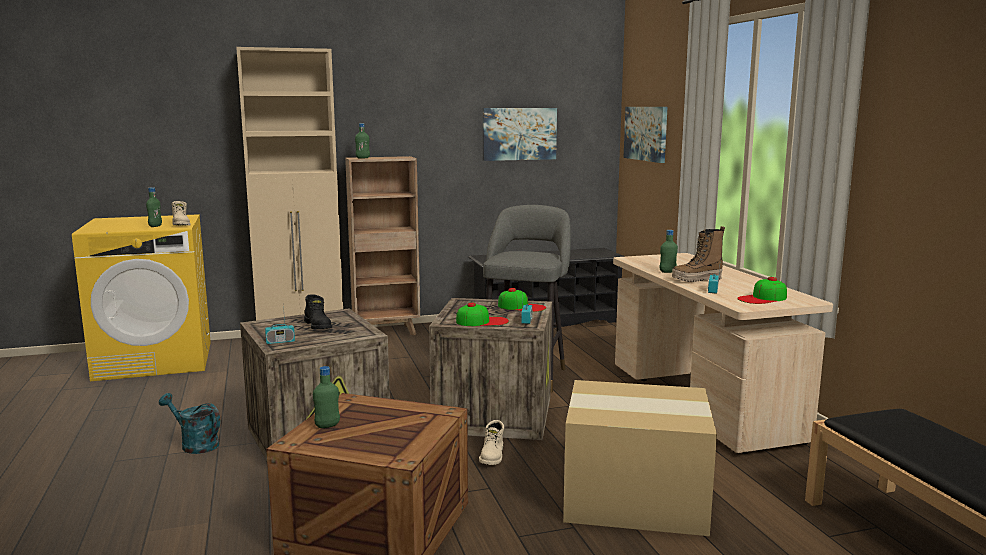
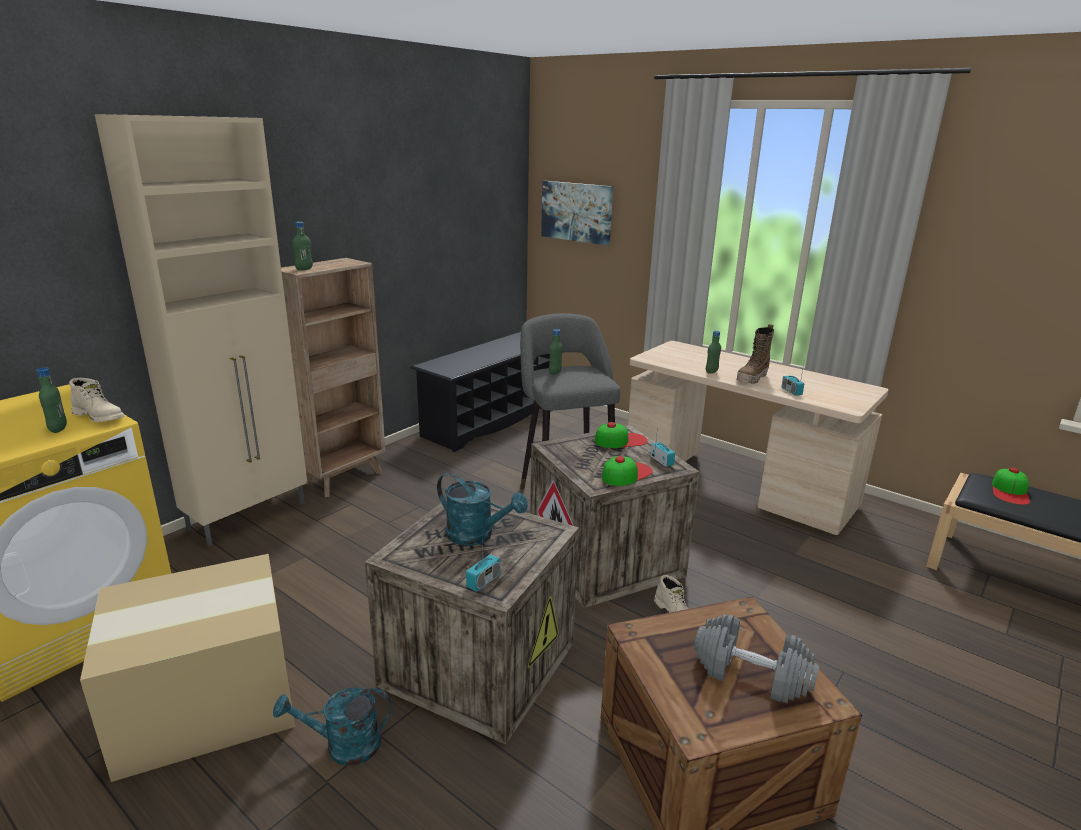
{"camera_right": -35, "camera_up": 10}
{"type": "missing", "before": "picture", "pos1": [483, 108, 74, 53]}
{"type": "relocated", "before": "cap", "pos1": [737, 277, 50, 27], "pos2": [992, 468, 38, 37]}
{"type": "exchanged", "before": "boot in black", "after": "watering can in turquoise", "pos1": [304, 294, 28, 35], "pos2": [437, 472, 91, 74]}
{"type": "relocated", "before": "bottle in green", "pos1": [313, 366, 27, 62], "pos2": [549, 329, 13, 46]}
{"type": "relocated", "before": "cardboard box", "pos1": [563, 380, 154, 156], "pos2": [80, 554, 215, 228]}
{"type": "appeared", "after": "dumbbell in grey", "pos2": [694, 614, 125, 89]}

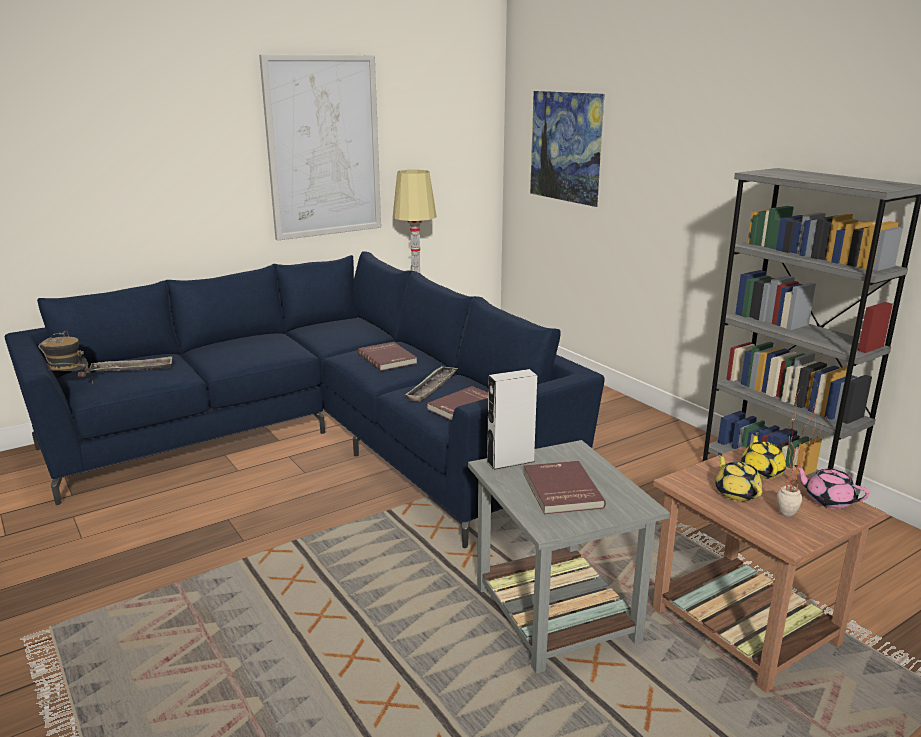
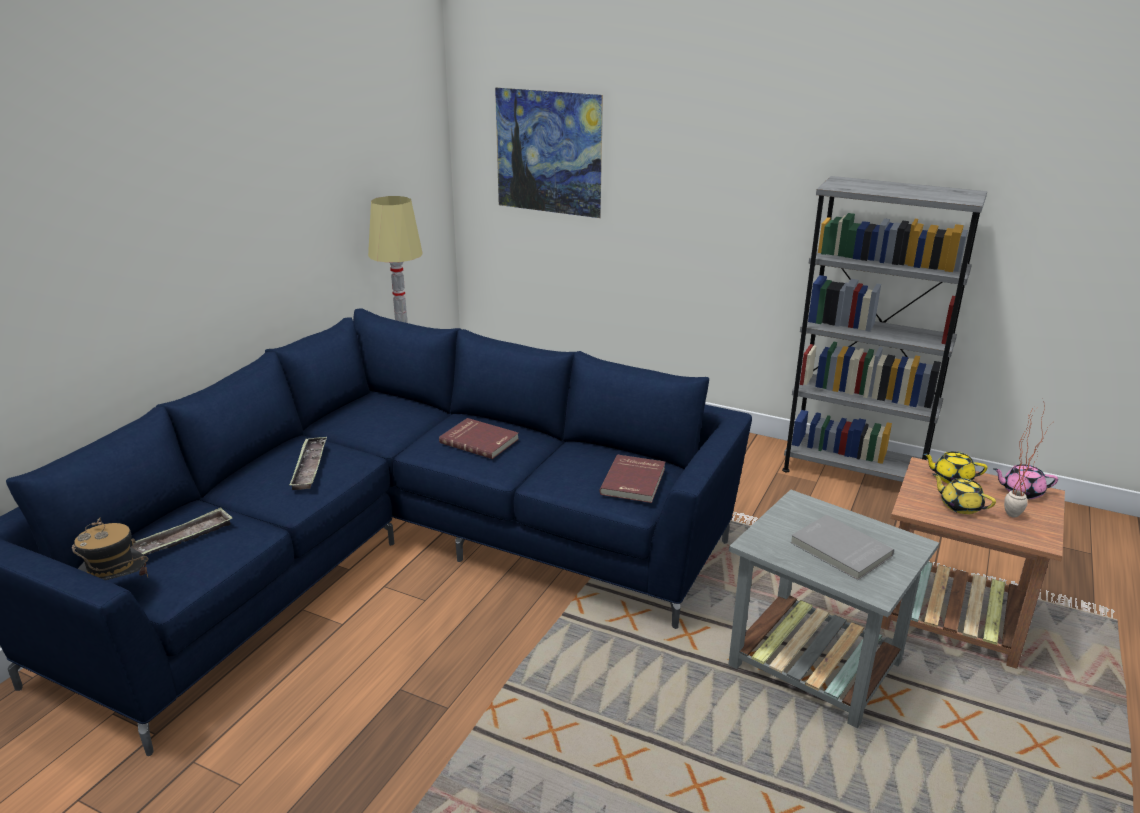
{"camera_right": -30, "camera_up": 5}
{"type": "missing", "before": "picture", "pos1": [259, 55, 122, 185]}
{"type": "relocated", "before": "tray", "pos1": [405, 366, 53, 36], "pos2": [289, 437, 38, 53]}
{"type": "missing", "before": "speaker in grey", "pos1": [486, 369, 51, 101]}
{"type": "spun", "before": "teapot in yellow", "pos1": [741, 433, 45, 46], "pos2": [923, 452, 64, 32], "turn": -45}
{"type": "colour", "before": "book in red", "after": "book in grey", "pos1": [523, 461, 83, 54], "pos2": [790, 515, 104, 65]}

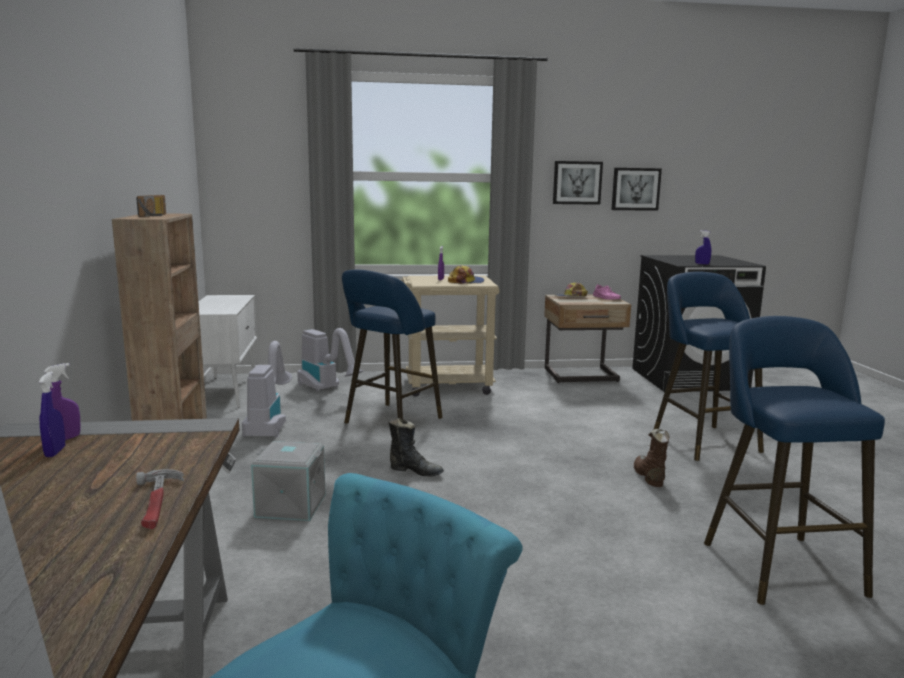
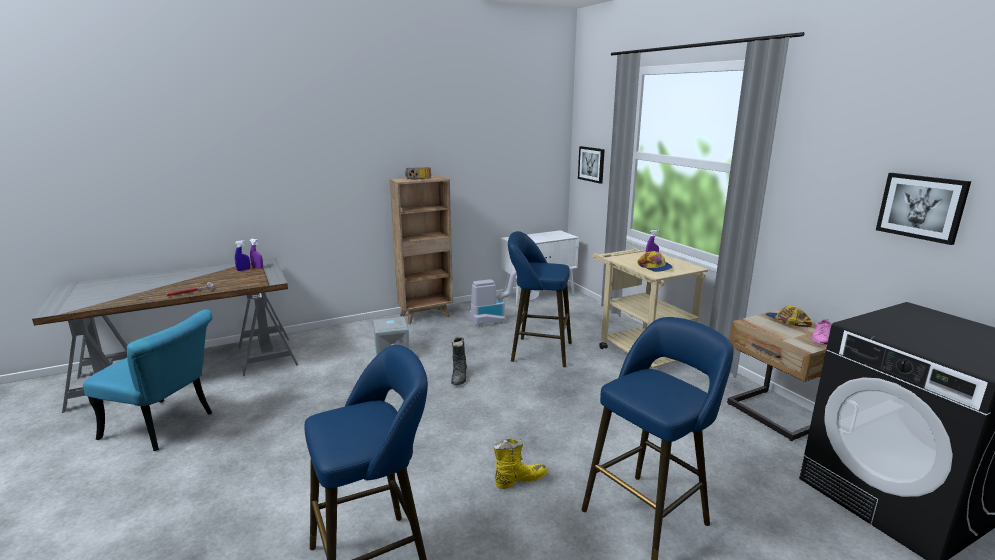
{"camera_right": 70, "camera_up": 5}
{"type": "relocated", "before": "picture", "pos1": [553, 161, 50, 44], "pos2": [578, 146, 27, 38]}
{"type": "missing", "before": "spray bottle in blue", "pos1": [695, 230, 16, 35]}
{"type": "missing", "before": "vacuum cleaner", "pos1": [297, 328, 66, 64]}
{"type": "colour", "before": "boot in brown", "after": "boot in yellow", "pos1": [634, 429, 35, 58], "pos2": [493, 439, 55, 50]}

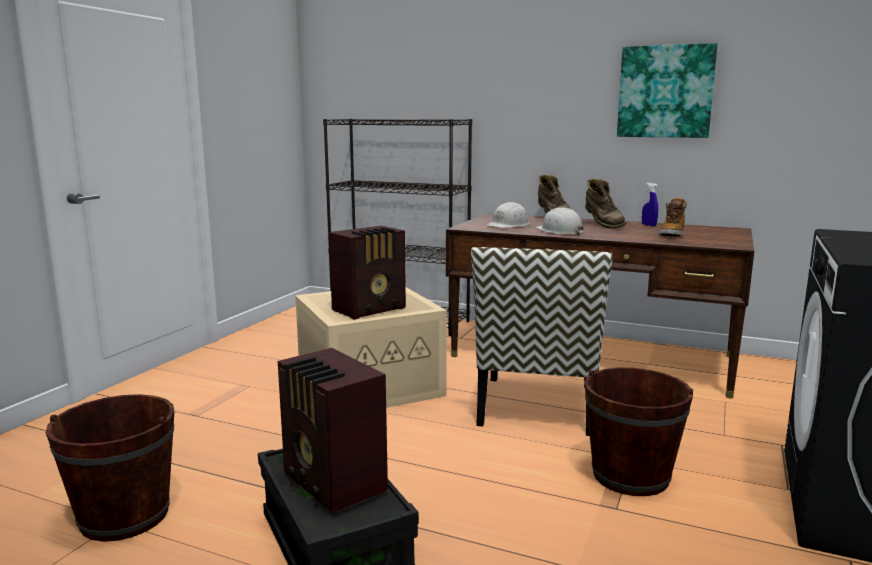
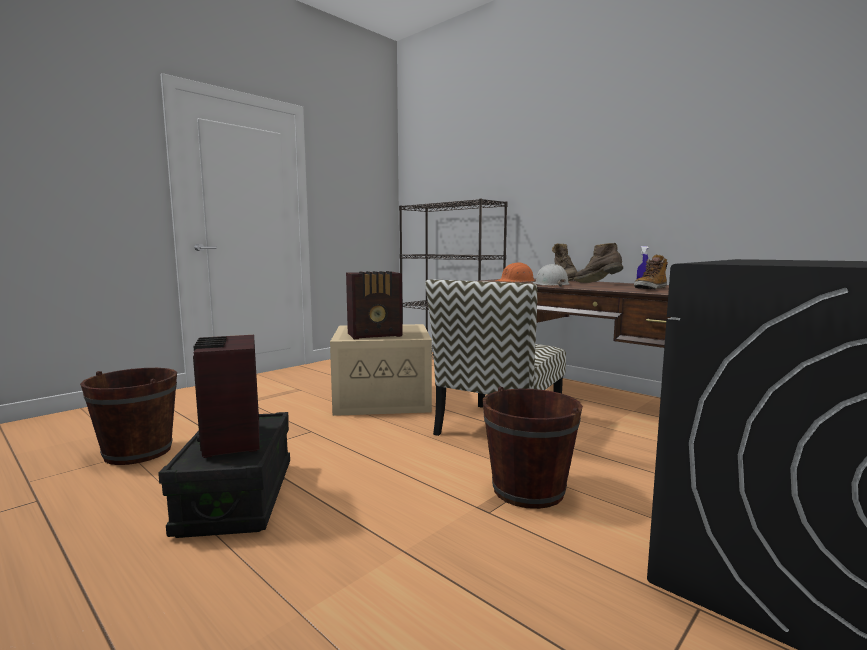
{"camera_right": 20, "camera_up": -5}
{"type": "missing", "before": "picture", "pos1": [617, 43, 101, 95]}
{"type": "spun", "before": "boot in brown", "pos1": [585, 178, 42, 51], "pos2": [574, 243, 49, 40], "turn": 135}
{"type": "colour", "before": "hard hat in white", "after": "hard hat in orange", "pos1": [487, 202, 42, 26], "pos2": [495, 263, 39, 19]}

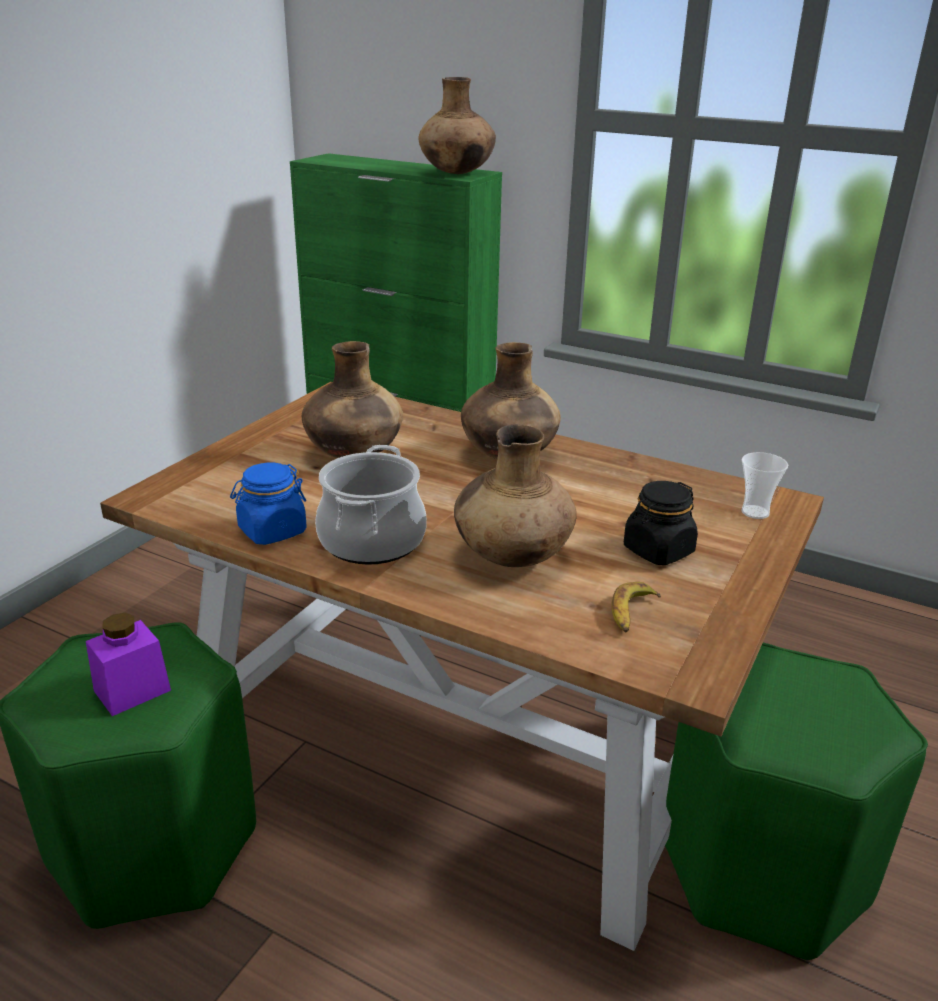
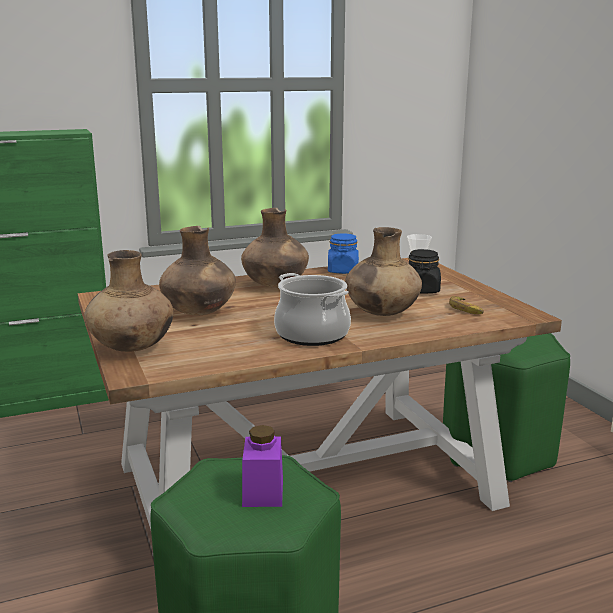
{"camera_right": -50, "camera_up": -10}
{"type": "relocated", "before": "vase in brown", "pos1": [418, 77, 78, 97], "pos2": [84, 250, 89, 102]}
{"type": "relocated", "before": "jar in blue", "pos1": [230, 463, 77, 82], "pos2": [328, 233, 31, 41]}

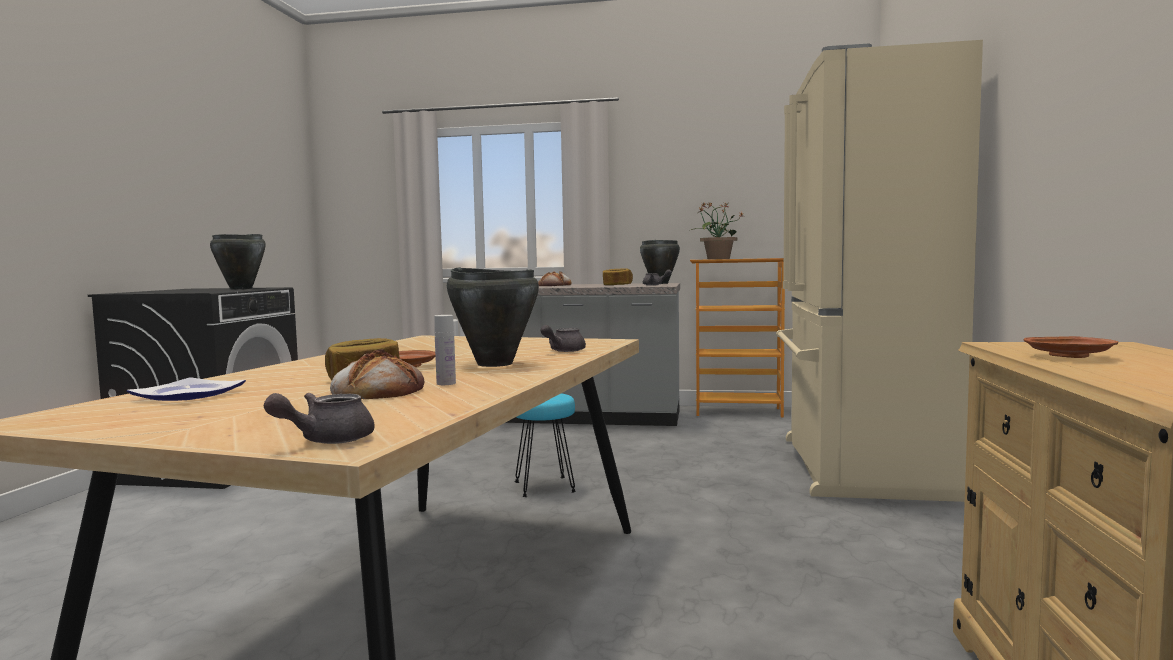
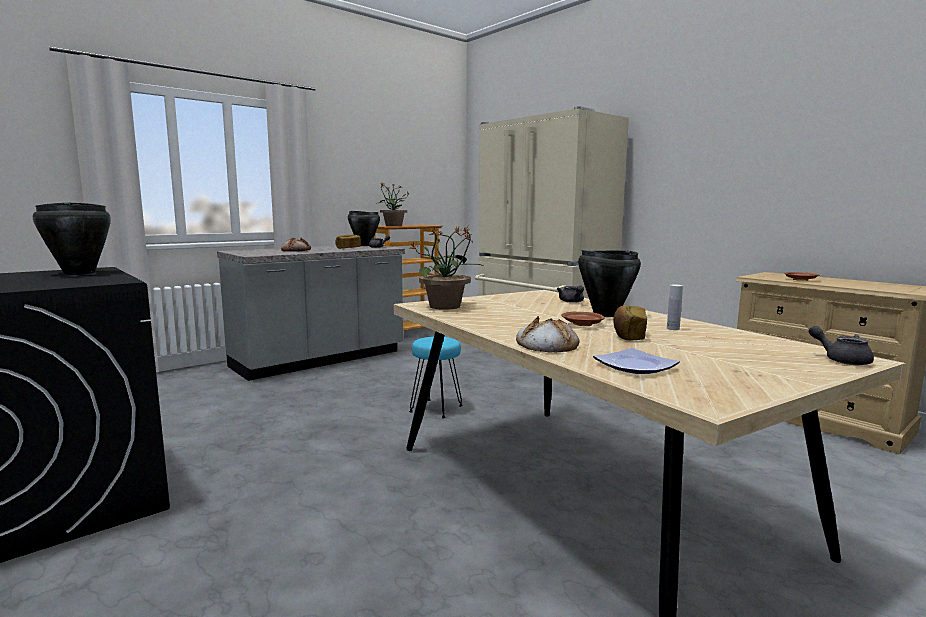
{"camera_right": -50, "camera_up": 5}
{"type": "relocated", "before": "bread", "pos1": [330, 349, 94, 50], "pos2": [516, 316, 63, 37]}
{"type": "spun", "before": "teapot in grey", "pos1": [264, 393, 111, 51], "pos2": [809, 326, 65, 39], "turn": 150}
{"type": "appeared", "after": "potted plant", "pos2": [410, 227, 75, 83]}

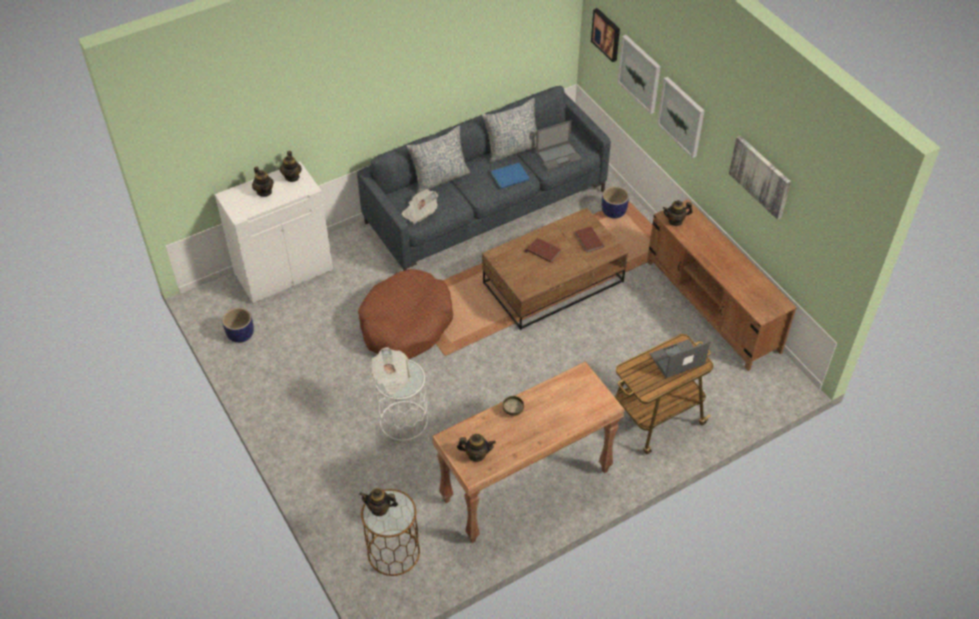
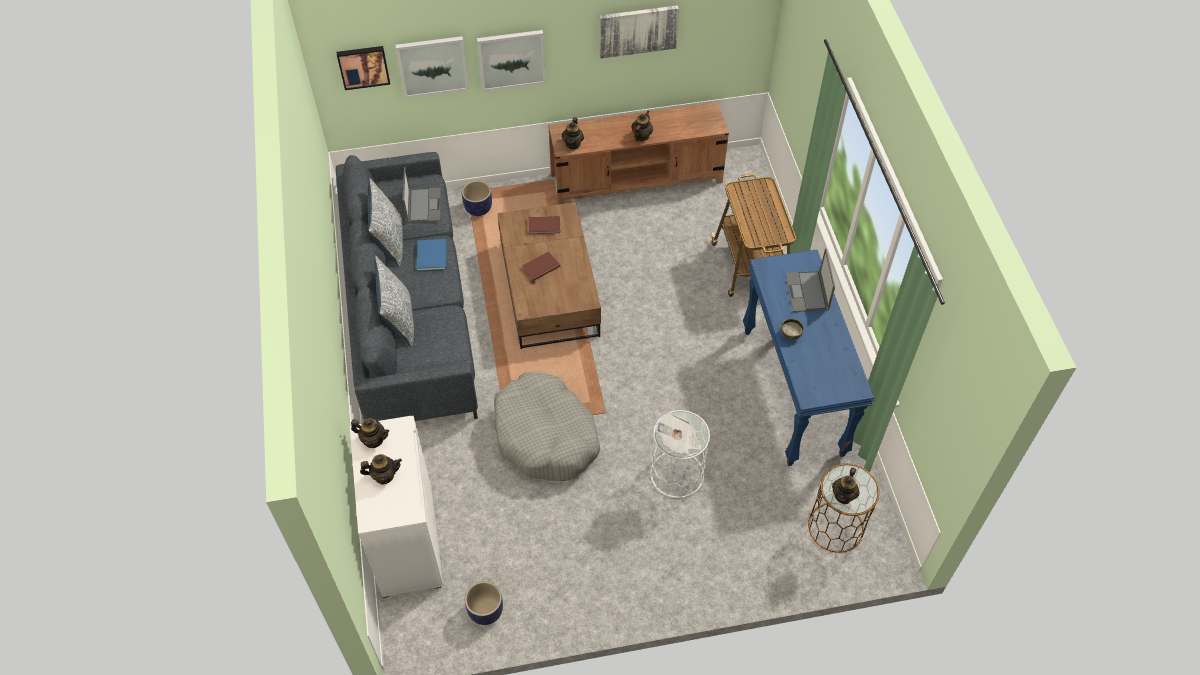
{"camera_right": -70, "camera_up": 5}
{"type": "missing", "before": "newspaper", "pos1": [402, 189, 36, 35]}
{"type": "colour", "before": "dog bed in brown", "after": "dog bed in grey", "pos1": [358, 269, 95, 90], "pos2": [494, 372, 106, 109]}
{"type": "relocated", "before": "laptop", "pos1": [650, 339, 60, 39], "pos2": [786, 248, 49, 64]}
{"type": "colour", "before": "console table in brown", "after": "console table in blue", "pos1": [432, 361, 193, 182], "pos2": [743, 250, 131, 216]}
{"type": "relocated", "before": "teapot", "pos1": [457, 434, 39, 28], "pos2": [632, 110, 21, 31]}

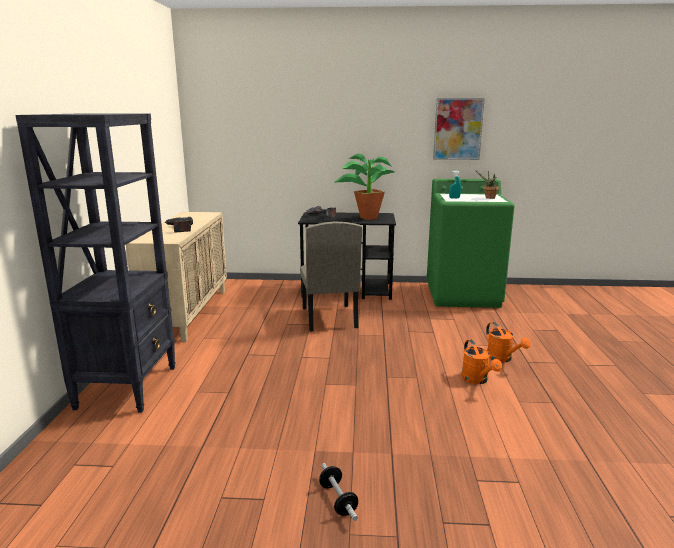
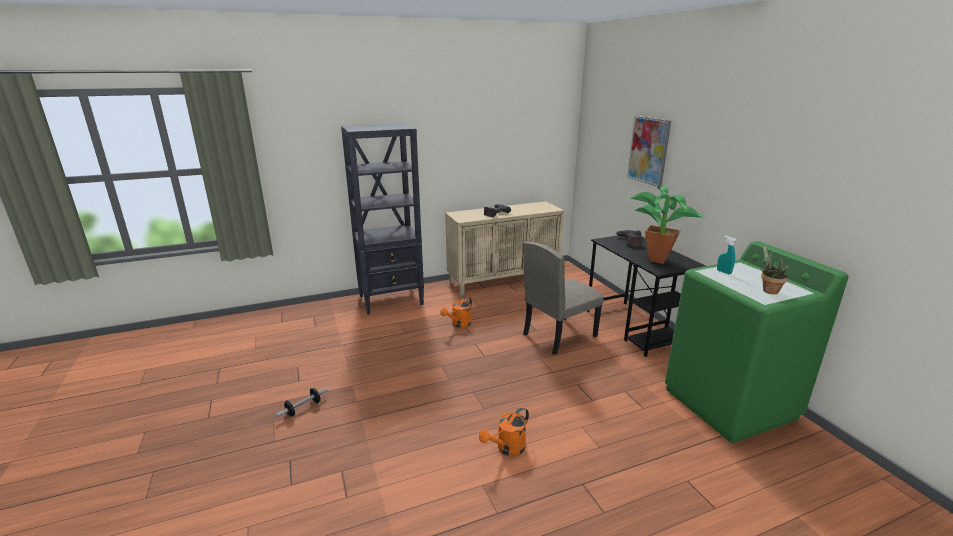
{"camera_right": 65, "camera_up": 5}
{"type": "relocated", "before": "picture", "pos1": [433, 98, 52, 62], "pos2": [627, 116, 44, 71]}
{"type": "relocated", "before": "watering can in orange", "pos1": [486, 322, 44, 40], "pos2": [440, 296, 32, 32]}

